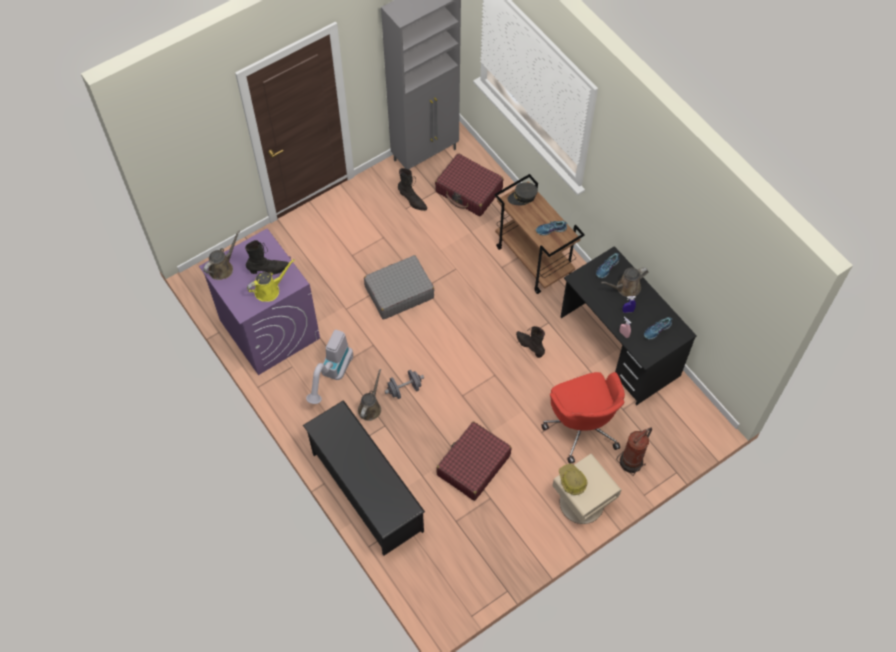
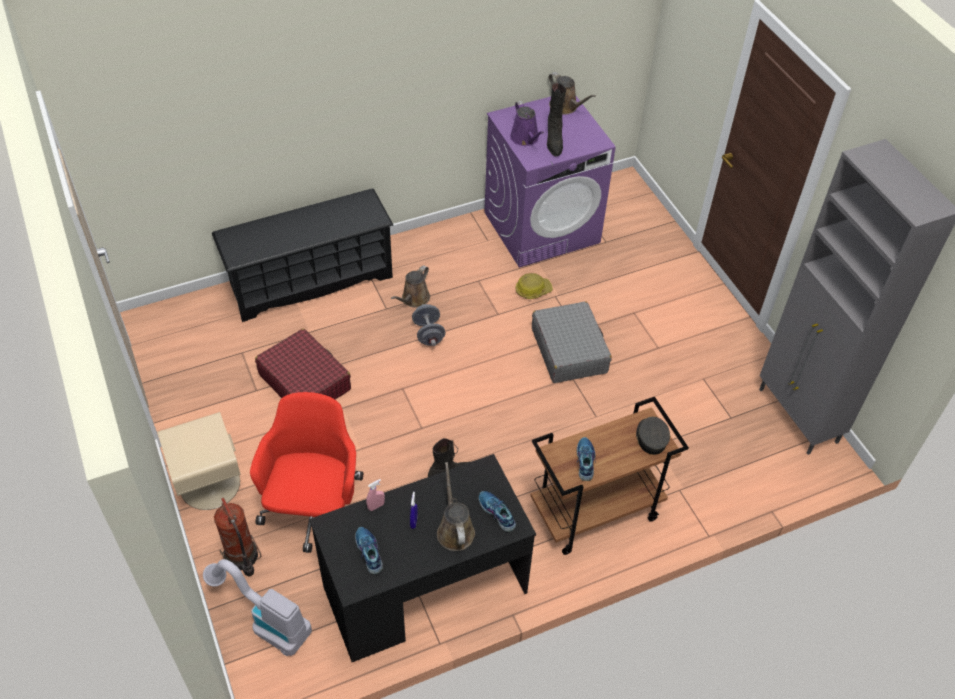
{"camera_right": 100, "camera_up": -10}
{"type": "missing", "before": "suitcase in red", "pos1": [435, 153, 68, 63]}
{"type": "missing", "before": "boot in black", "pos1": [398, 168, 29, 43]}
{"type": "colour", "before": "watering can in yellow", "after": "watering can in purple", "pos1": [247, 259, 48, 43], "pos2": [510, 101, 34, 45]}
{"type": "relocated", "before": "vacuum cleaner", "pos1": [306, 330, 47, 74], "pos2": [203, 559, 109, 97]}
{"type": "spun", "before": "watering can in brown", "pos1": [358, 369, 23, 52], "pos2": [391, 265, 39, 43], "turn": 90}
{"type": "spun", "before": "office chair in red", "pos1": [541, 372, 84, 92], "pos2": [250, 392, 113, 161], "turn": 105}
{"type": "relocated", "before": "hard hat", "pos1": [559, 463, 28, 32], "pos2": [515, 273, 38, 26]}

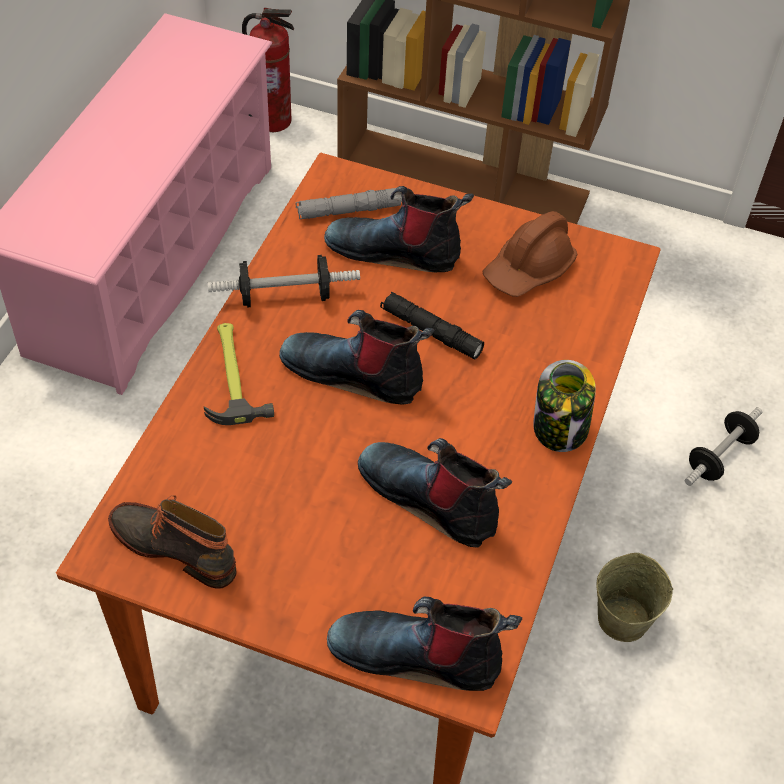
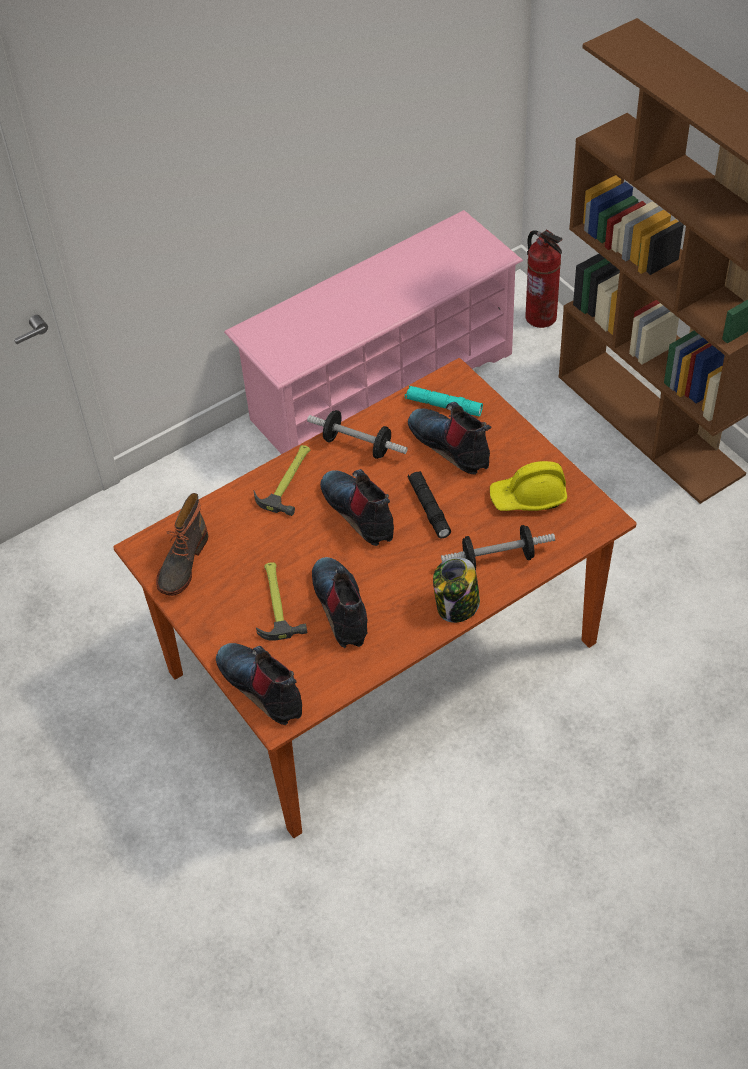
{"camera_right": 40, "camera_up": 0}
{"type": "colour", "before": "flashlight in grey", "after": "flashlight in turquoise", "pos1": [296, 188, 105, 31], "pos2": [405, 386, 78, 31]}
{"type": "colour", "before": "hard hat in brown", "after": "hard hat in yellow", "pos1": [482, 211, 96, 86], "pos2": [490, 461, 77, 50]}
{"type": "relocated", "before": "dumbbell", "pos1": [685, 407, 77, 79], "pos2": [441, 525, 114, 45]}
{"type": "spun", "before": "boot", "pos1": [108, 495, 129, 94], "pos2": [156, 493, 52, 103], "turn": -135}
{"type": "missing", "before": "bucket in beige", "pos1": [596, 553, 77, 89]}
{"type": "appeared", "after": "hammer", "pos2": [256, 562, 51, 79]}

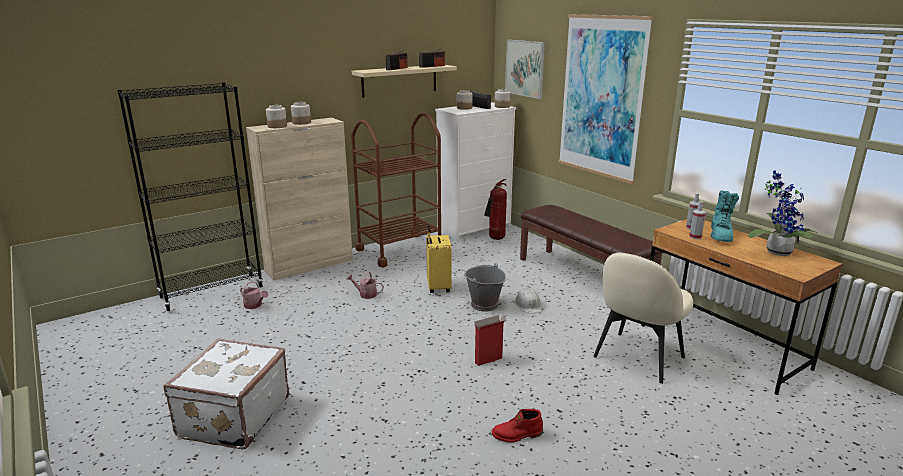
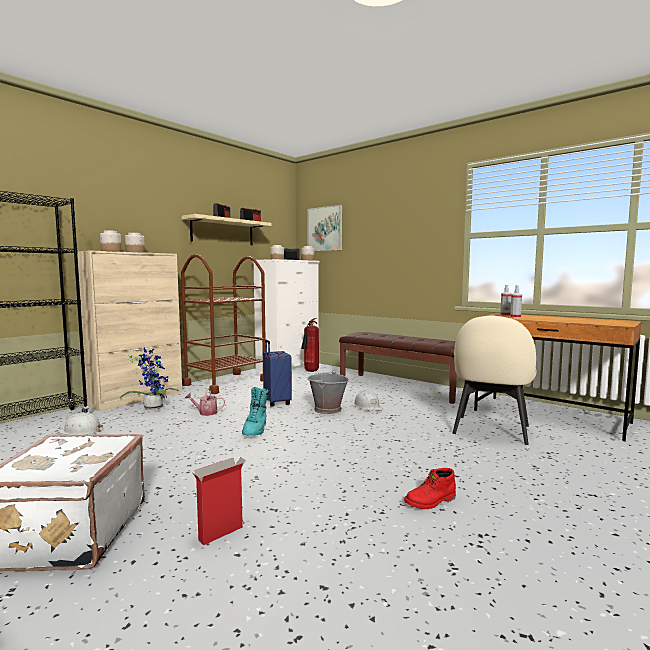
{"camera_right": -15, "camera_up": -15}
{"type": "missing", "before": "picture", "pos1": [558, 14, 95, 170]}
{"type": "relocated", "before": "potted plant", "pos1": [748, 170, 69, 86], "pos2": [120, 347, 59, 63]}
{"type": "relocated", "before": "boot in turquoise", "pos1": [711, 191, 28, 51], "pos2": [242, 387, 27, 49]}
{"type": "colour", "before": "suitcase in yellow", "after": "suitcase in blue", "pos1": [426, 225, 26, 68], "pos2": [263, 339, 29, 68]}
{"type": "exchanged", "before": "watering can", "after": "hard hat in white", "pos1": [240, 281, 29, 28], "pos2": [57, 412, 46, 23]}
{"type": "relocated", "before": "cardboard box", "pos1": [474, 315, 33, 51], "pos2": [193, 457, 53, 88]}

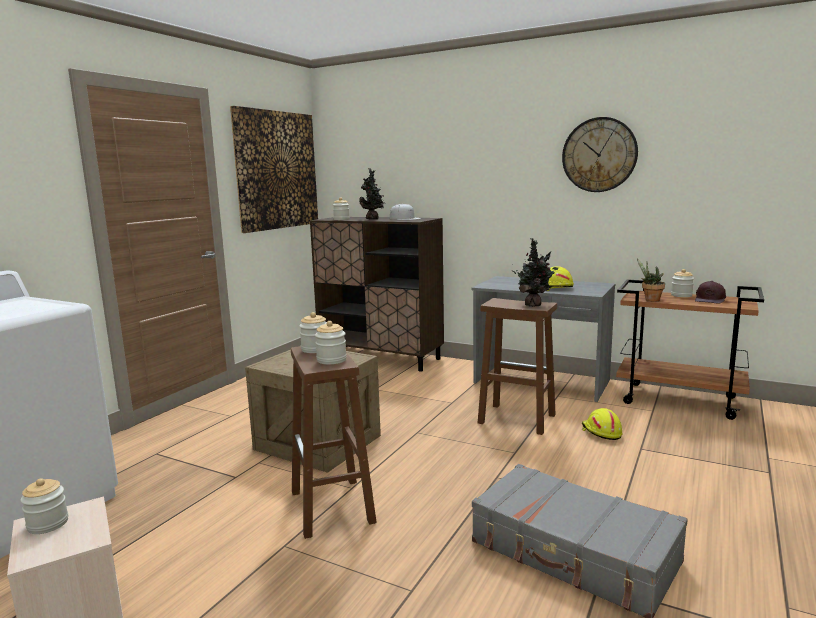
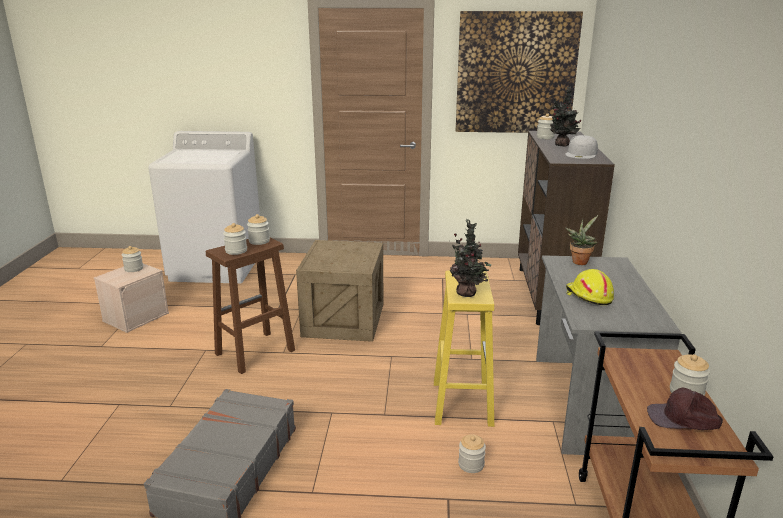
{"camera_right": 65, "camera_up": 10}
{"type": "missing", "before": "wall clock", "pos1": [562, 117, 76, 75]}
{"type": "relocated", "before": "potted plant", "pos1": [637, 259, 28, 43], "pos2": [566, 215, 32, 50]}
{"type": "colour", "before": "stool in brown", "after": "stool in yellow", "pos1": [478, 298, 79, 137], "pos2": [434, 270, 60, 157]}
{"type": "exchanged", "before": "hard hat in yellow", "after": "jar", "pos1": [582, 408, 40, 32], "pos2": [458, 434, 28, 39]}

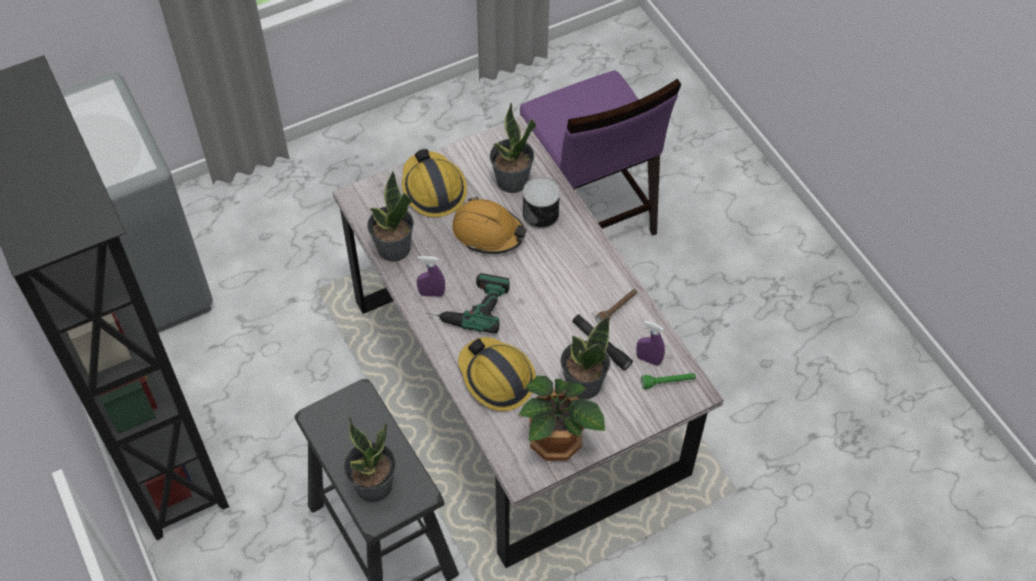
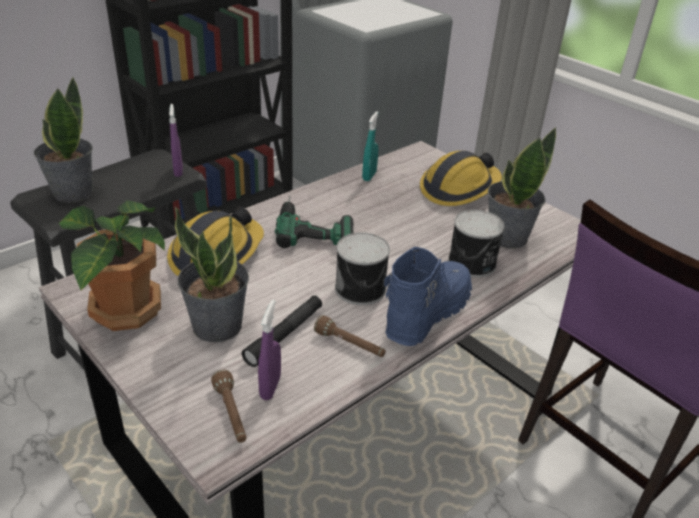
{"camera_right": 75, "camera_up": -20}
{"type": "exchanged", "before": "potted plant", "after": "spray bottle in turquoise", "pos1": [367, 170, 47, 92], "pos2": [362, 111, 17, 70]}
{"type": "missing", "before": "hard hat in orange", "pos1": [452, 197, 75, 57]}
{"type": "relocated", "before": "spray bottle in purple", "pos1": [417, 256, 28, 41], "pos2": [169, 104, 14, 73]}
{"type": "colour", "before": "flashlight in green", "after": "flashlight in brown", "pos1": [641, 373, 55, 16], "pos2": [211, 370, 36, 73]}
{"type": "appeared", "after": "can", "pos2": [335, 232, 55, 73]}
{"type": "appeared", "after": "boot in blue", "pos2": [384, 247, 88, 99]}

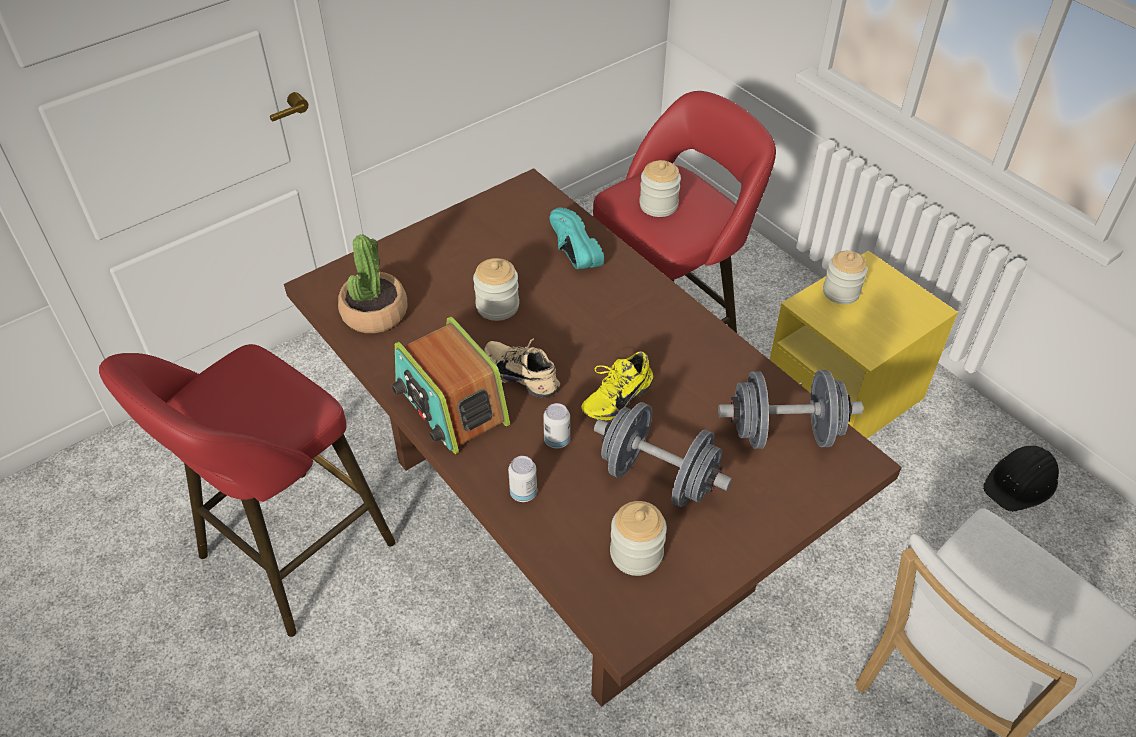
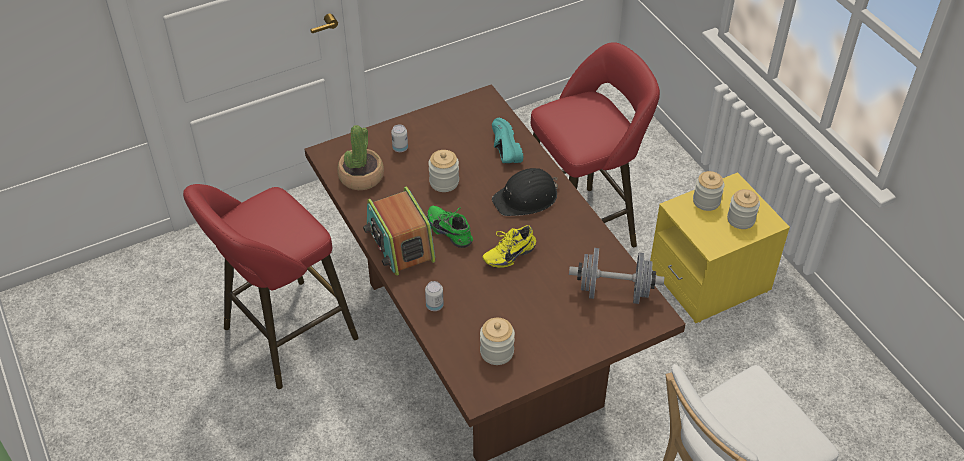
{"camera_right": 10, "camera_up": 0}
{"type": "relocated", "before": "jar", "pos1": [639, 160, 42, 57], "pos2": [727, 189, 33, 40]}
{"type": "colour", "before": "shoe in beige", "after": "shoe in green", "pos1": [484, 338, 76, 60], "pos2": [427, 206, 46, 42]}
{"type": "missing", "before": "dumbbell in grey", "pos1": [594, 402, 138, 105]}
{"type": "relocated", "before": "can", "pos1": [543, 403, 27, 46], "pos2": [391, 125, 17, 27]}
{"type": "relocated", "before": "hard hat in black", "pos1": [983, 446, 76, 66], "pos2": [492, 168, 66, 48]}

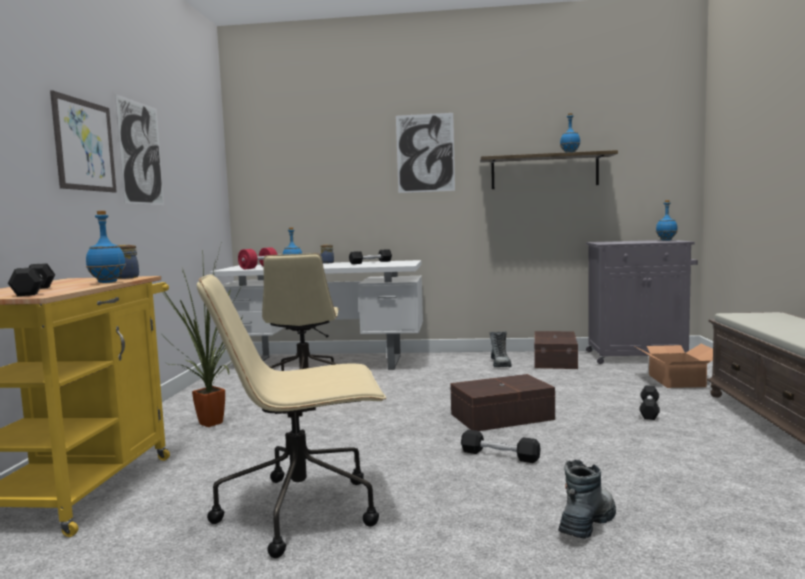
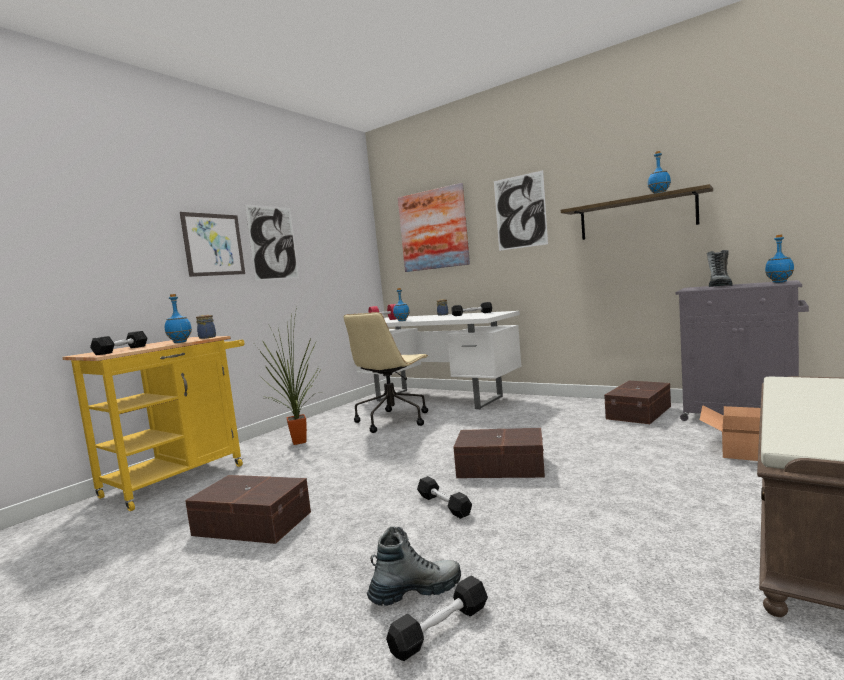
{"camera_right": 30, "camera_up": 0}
{"type": "exchanged", "before": "office chair in beige", "after": "storage box in brown", "pos1": [197, 274, 189, 284], "pos2": [185, 475, 126, 69]}
{"type": "relocated", "before": "boot", "pos1": [490, 331, 22, 36], "pos2": [707, 250, 26, 37]}
{"type": "relocated", "before": "dumbbell in black", "pos1": [639, 385, 21, 35], "pos2": [386, 575, 102, 86]}
{"type": "appeared", "after": "picture", "pos2": [398, 183, 72, 89]}

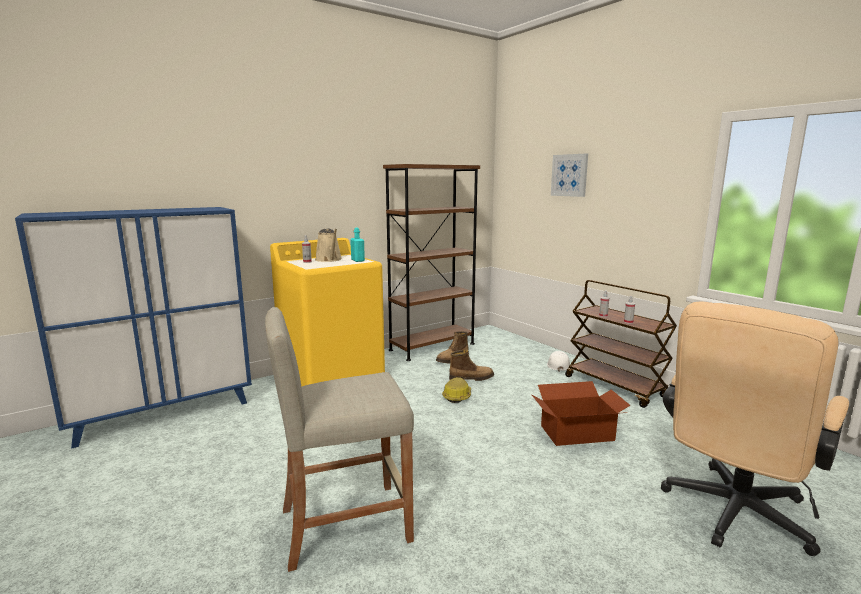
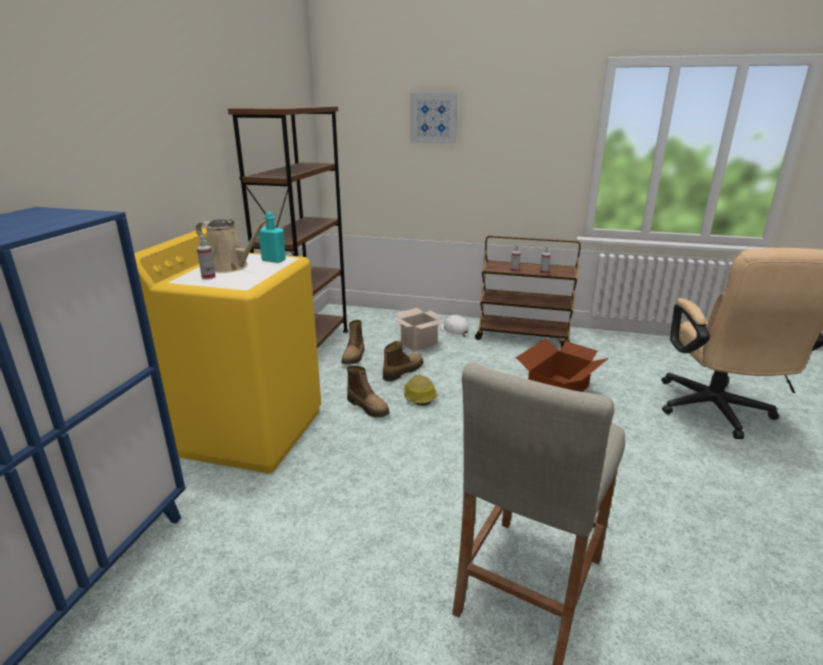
{"camera_right": -40, "camera_up": 10}
{"type": "appeared", "after": "cardboard box", "pos2": [395, 308, 50, 44]}
{"type": "appeared", "after": "boot", "pos2": [347, 365, 43, 52]}

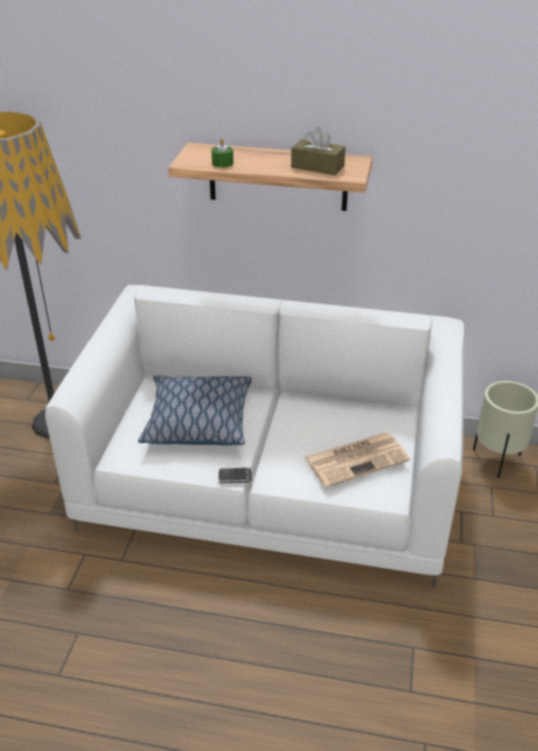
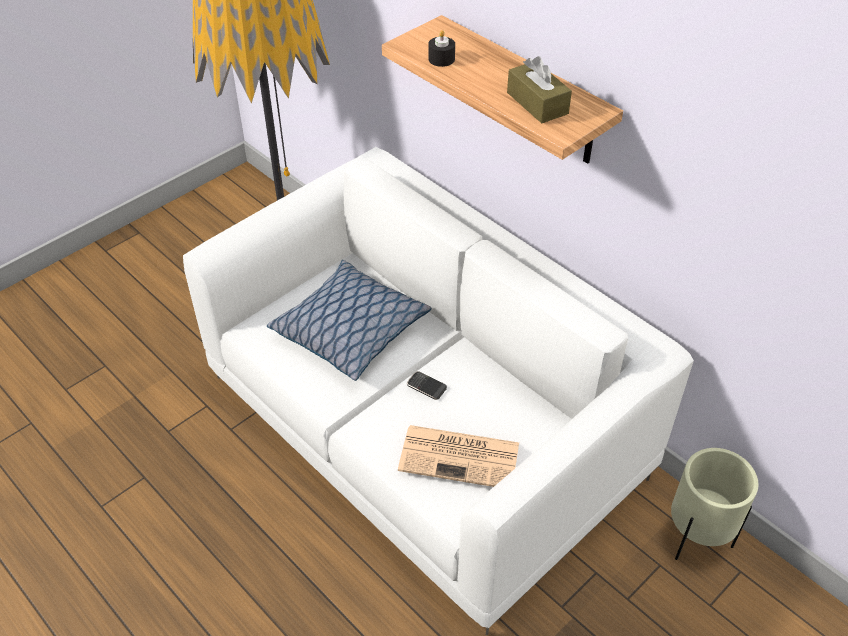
{"camera_right": 35, "camera_up": 10}
{"type": "colour", "before": "candle in green", "after": "candle in black", "pos1": [211, 138, 22, 30], "pos2": [428, 30, 27, 37]}
{"type": "relocated", "before": "phone", "pos1": [218, 468, 34, 15], "pos2": [407, 371, 40, 29]}

